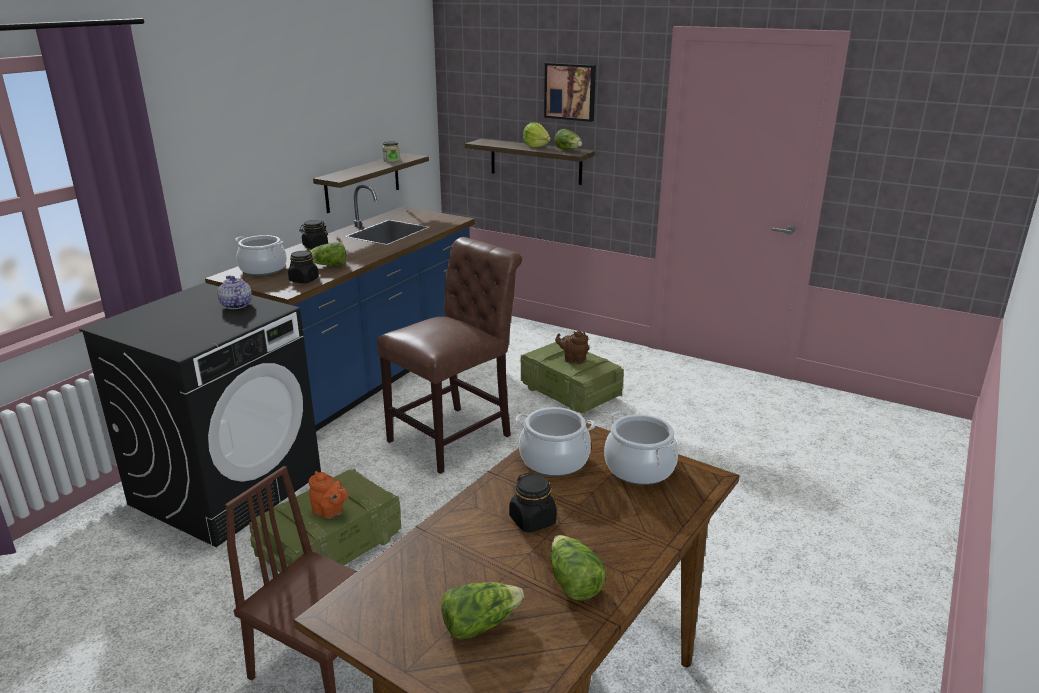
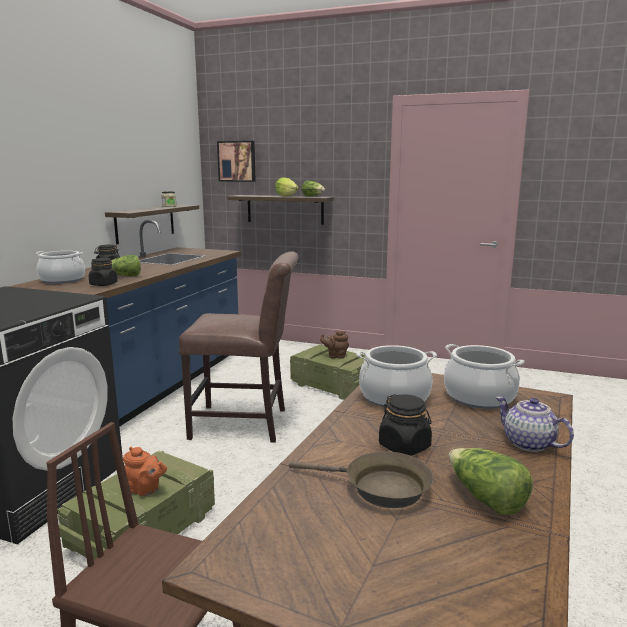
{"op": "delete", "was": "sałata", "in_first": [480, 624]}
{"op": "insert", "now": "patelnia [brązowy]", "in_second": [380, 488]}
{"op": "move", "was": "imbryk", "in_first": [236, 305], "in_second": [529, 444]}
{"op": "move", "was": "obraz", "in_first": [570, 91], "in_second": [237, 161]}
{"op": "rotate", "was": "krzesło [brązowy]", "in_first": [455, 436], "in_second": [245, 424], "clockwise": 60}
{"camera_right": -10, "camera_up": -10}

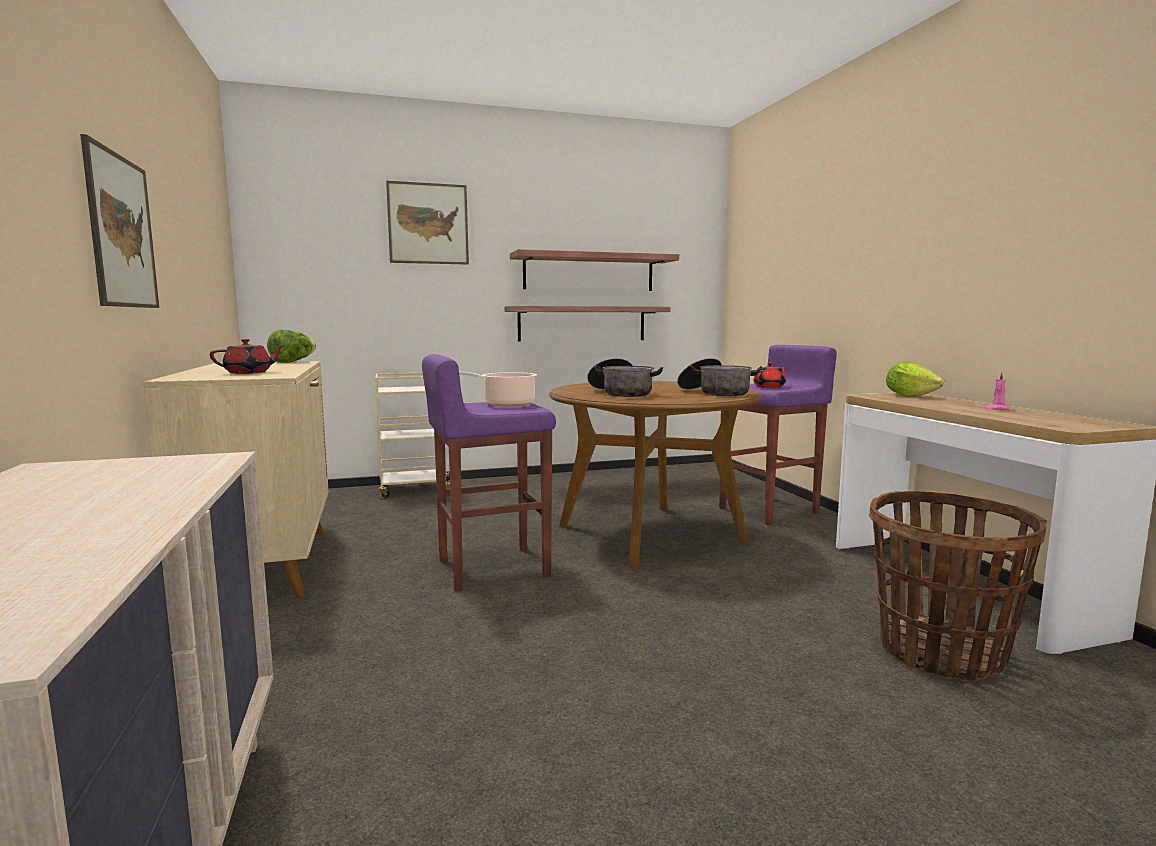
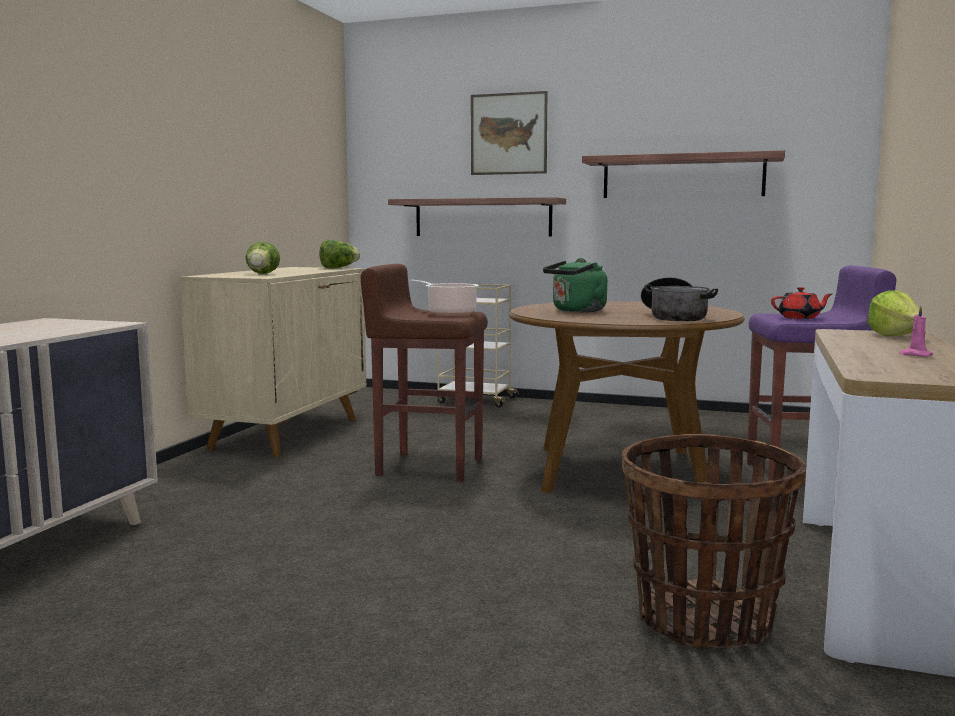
{"op": "delete", "was": "obraz", "in_first": [122, 232]}
{"op": "move", "was": "półka", "in_first": [582, 323], "in_second": [482, 217]}
{"op": "replace", "was": "imbryk [czerwony]", "now": "sałata", "in_first": [249, 373], "in_second": [262, 274]}
{"op": "replace", "was": "garnek", "now": "czajnik [zielony]", "in_first": [621, 393], "in_second": [576, 311]}
{"op": "recolor", "was": "stołek [fioletowy]", "now": "stołek [brązowy]", "in_first": [490, 567], "in_second": [428, 466]}
{"camera_right": 35, "camera_up": 0}

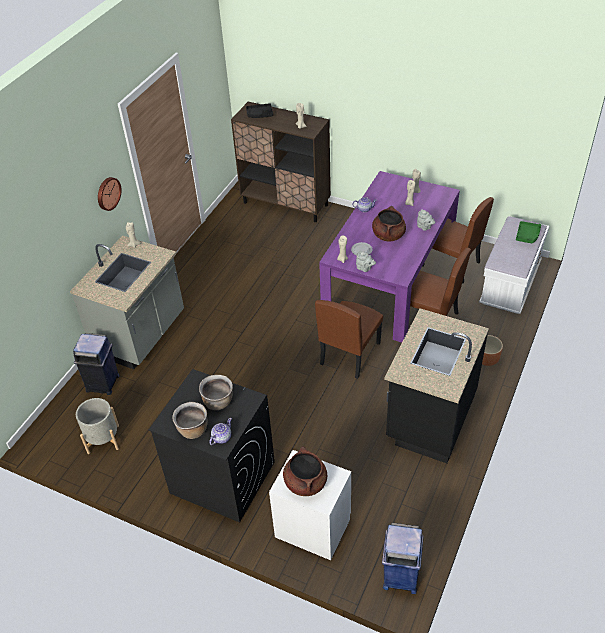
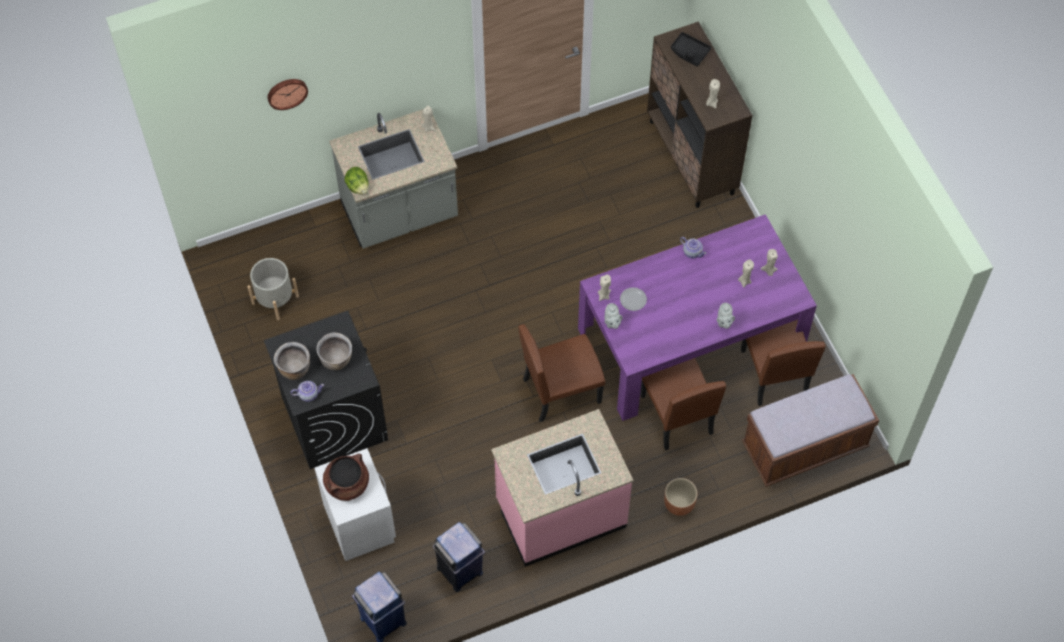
{"op": "delete", "was": "garnek [brązowy]", "in_first": [388, 235]}
{"op": "delete", "was": "taca [zielony]", "in_first": [527, 235]}
{"op": "insert", "now": "sałata", "in_second": [358, 187]}
{"op": "move", "was": "kosz na śmieci [niebieski]", "in_first": [103, 383], "in_second": [460, 571]}
{"op": "move", "was": "zegar ścienny", "in_first": [108, 193], "in_second": [287, 92]}
{"op": "recolor", "was": "zabudowa kuchenna [czarny]", "now": "zabudowa kuchenna [różowy]", "in_first": [429, 416], "in_second": [560, 513]}
{"op": "recolor", "was": "ławka [biały]", "now": "ławka [brązowy]", "in_first": [510, 284], "in_second": [804, 447]}
{"camera_right": 40, "camera_up": 15}

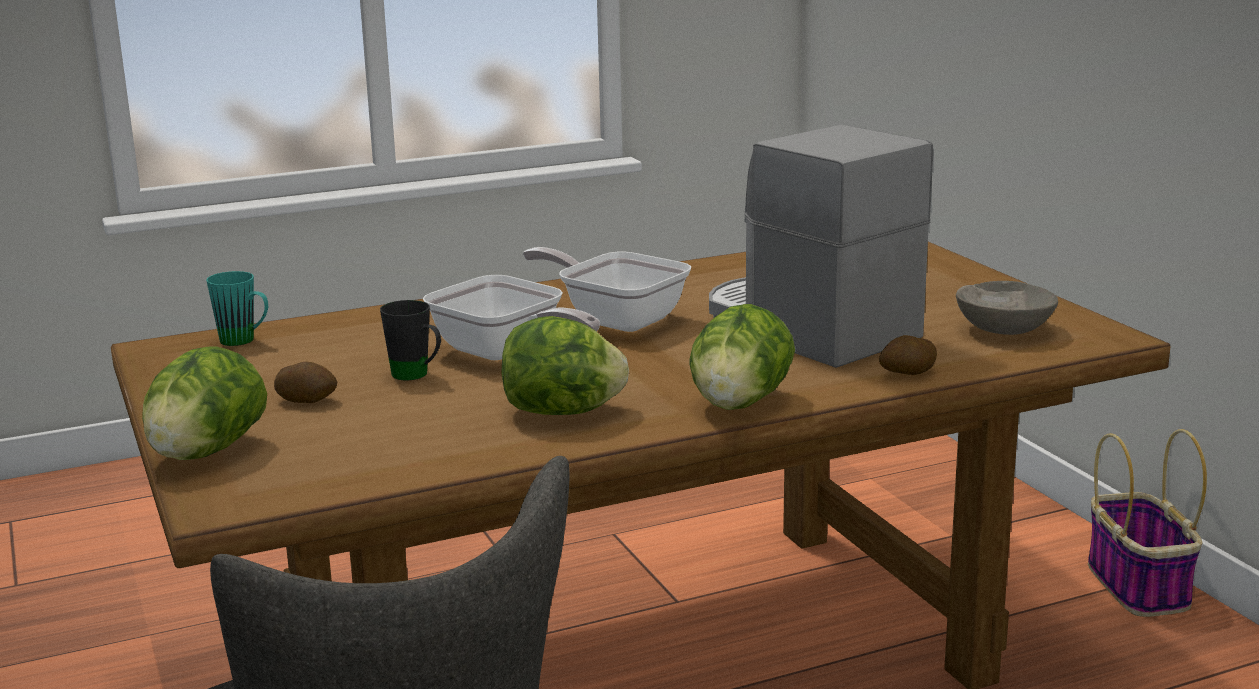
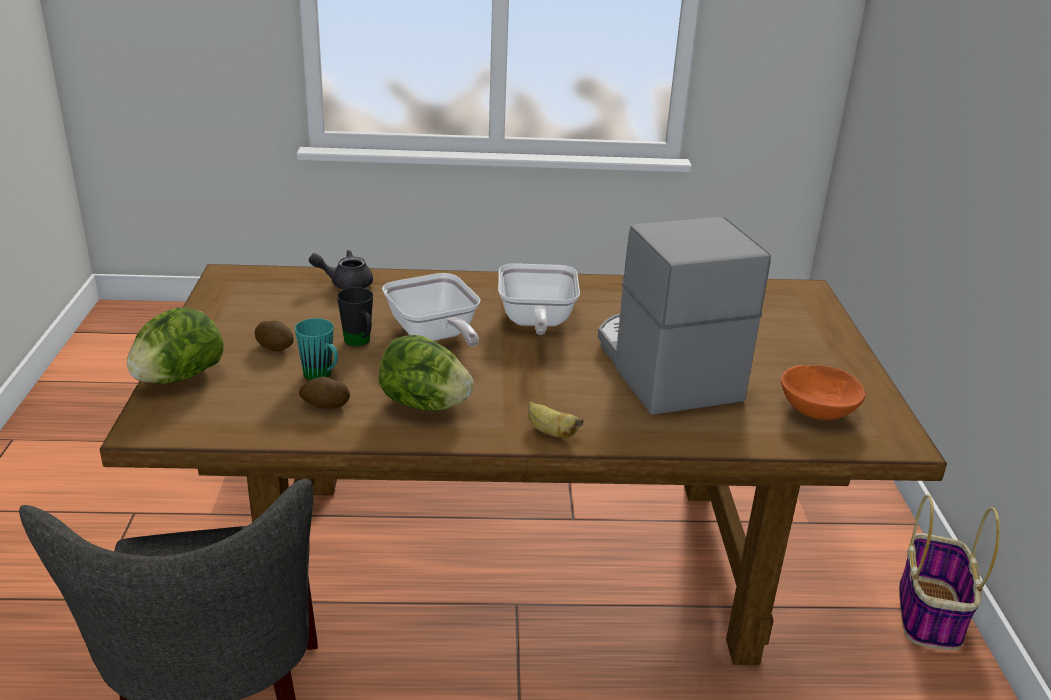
{"op": "insert", "now": "imbryk [szary]", "in_second": [345, 283]}
{"op": "move", "was": "kubek [turkusowy]", "in_first": [245, 341], "in_second": [322, 377]}
{"op": "move", "was": "ziemniak", "in_first": [907, 373], "in_second": [325, 405]}
{"op": "replace", "was": "sałata", "now": "banan", "in_first": [740, 404], "in_second": [550, 432]}
{"op": "recolor", "was": "miska [szary]", "now": "miska [pomarańczowy]", "in_first": [1002, 330], "in_second": [816, 410]}
{"op": "rotate", "was": "patelnia", "in_first": [615, 319], "in_second": [535, 322], "clockwise": -150}
{"camera_right": 20, "camera_up": 10}

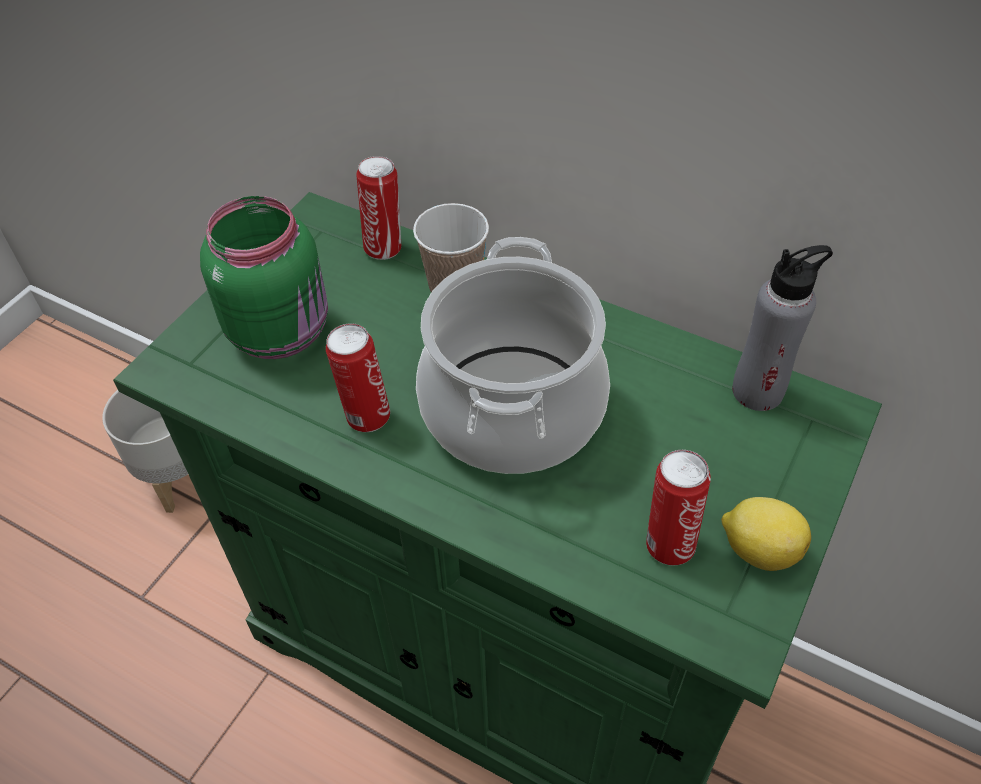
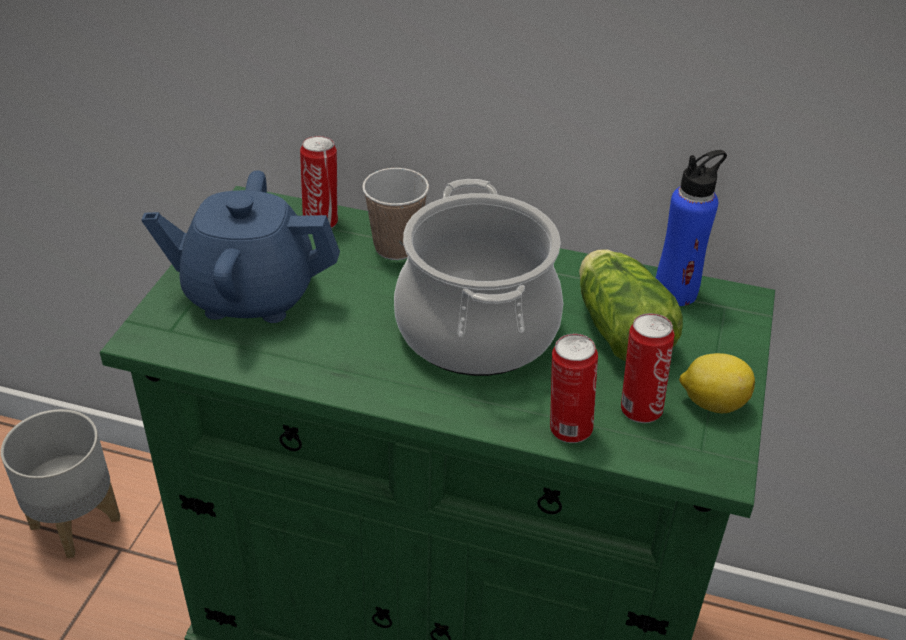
{"op": "insert", "now": "sałata", "in_second": [618, 327]}
{"op": "move", "was": "puszka", "in_first": [365, 416], "in_second": [567, 429]}
{"op": "replace", "was": "słoik [zielony]", "now": "imbryk [niebieski]", "in_first": [282, 330], "in_second": [250, 294]}
{"op": "recolor", "was": "butelka [szary]", "now": "butelka [niebieski]", "in_first": [758, 391], "in_second": [675, 292]}
{"camera_right": -15, "camera_up": -10}

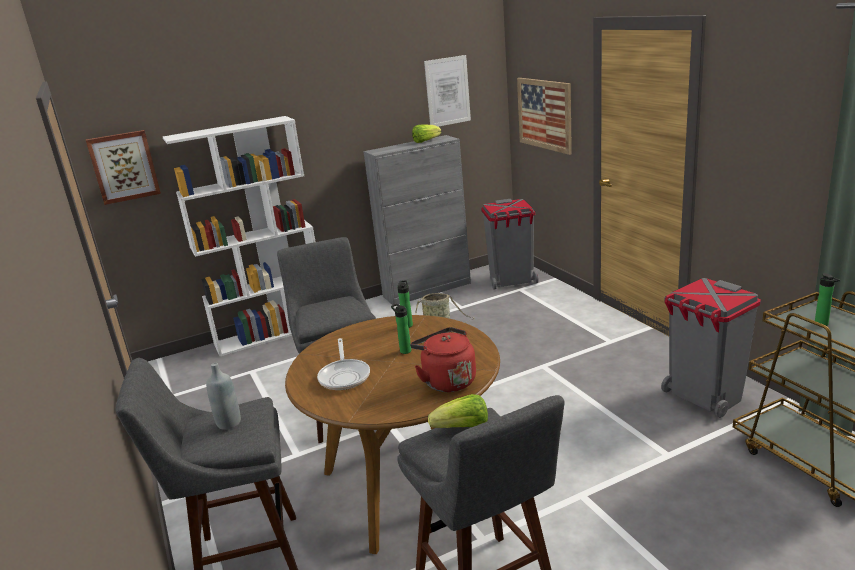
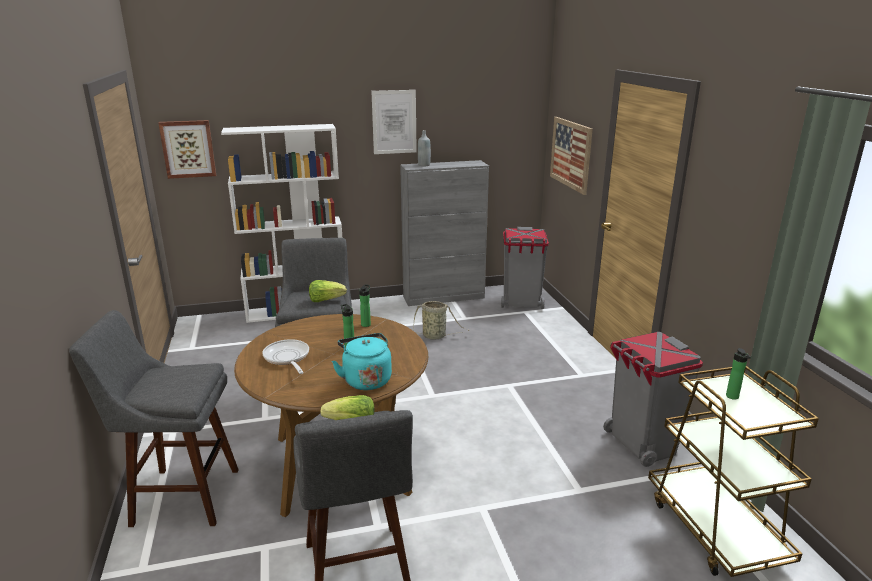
{"op": "move", "was": "butelka [szary]", "in_first": [229, 423], "in_second": [424, 165]}
{"op": "move", "was": "sałata", "in_first": [425, 141], "in_second": [325, 300]}
{"op": "move", "was": "obraz", "in_first": [447, 91], "in_second": [394, 122]}
{"op": "recolor", "was": "czajnik [czerwony]", "now": "czajnik [turkusowy]", "in_first": [447, 380], "in_second": [366, 379]}
{"op": "rotate", "was": "patelnia", "in_first": [344, 376], "in_second": [287, 358], "clockwise": 150}
{"camera_right": 10, "camera_up": 0}

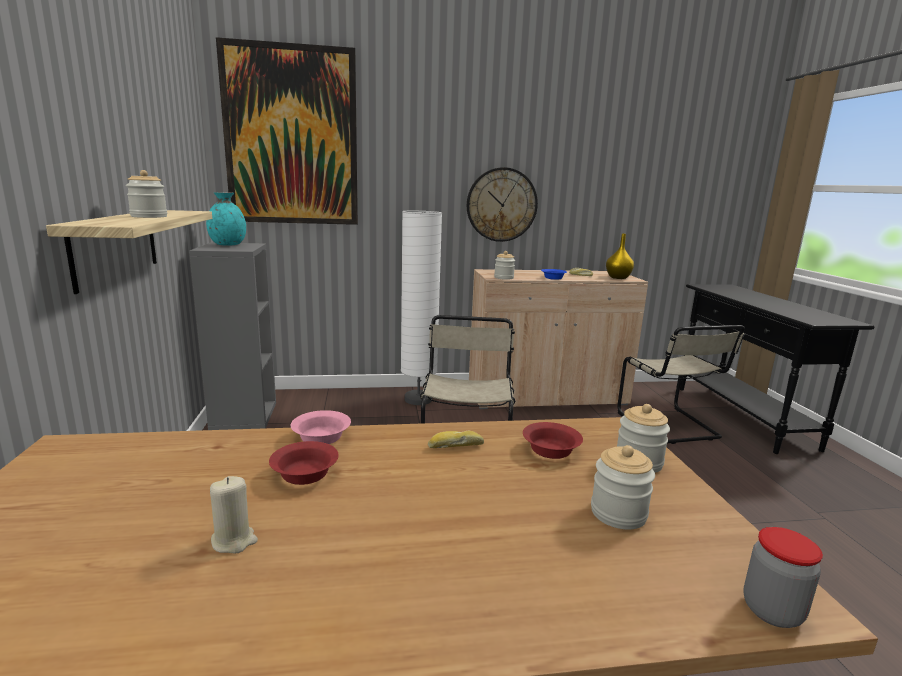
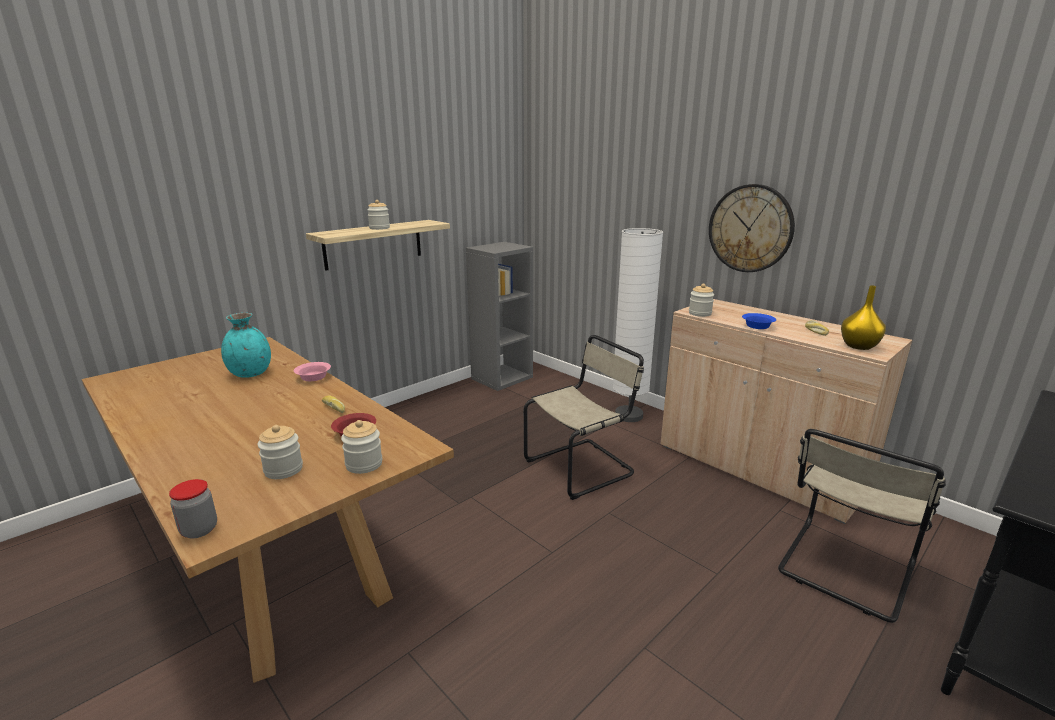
{"op": "delete", "was": "świeca [beżowy]", "in_first": [234, 540]}
{"op": "delete", "was": "obraz", "in_first": [291, 137]}
{"op": "delete", "was": "miska [czerwony]", "in_first": [306, 473]}
{"op": "move", "was": "wazon [turkusowy]", "in_first": [228, 244], "in_second": [251, 373]}
{"camera_right": 55, "camera_up": 5}

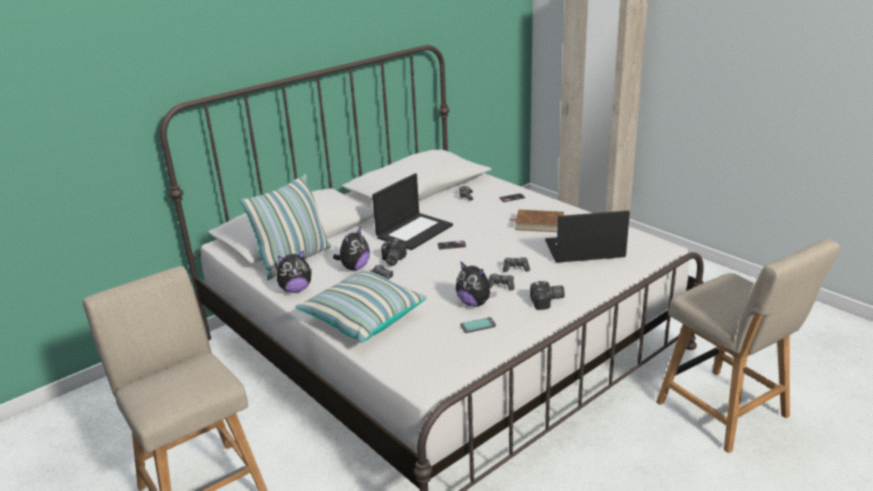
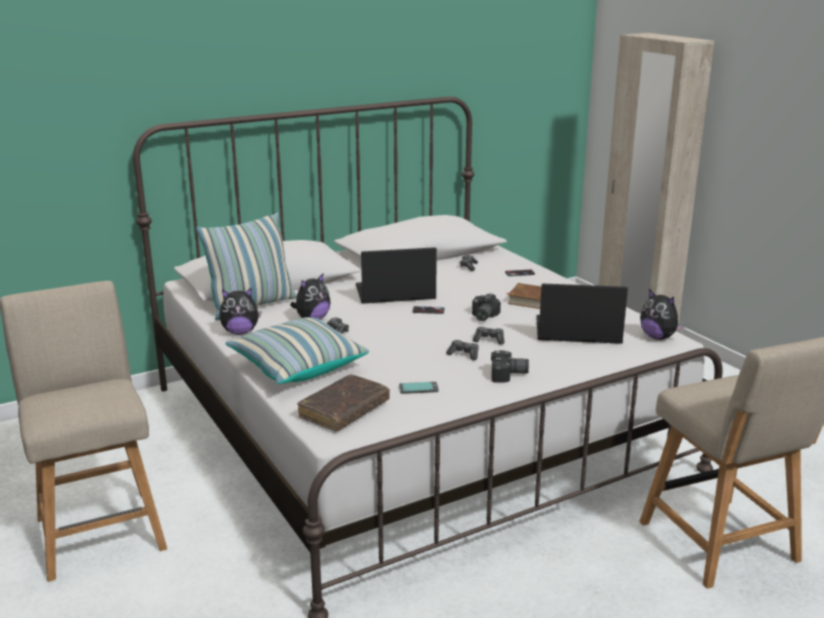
{"op": "insert", "now": "książka [brązowy]", "in_second": [344, 411]}
{"op": "move", "was": "aparat fotograficzny", "in_first": [391, 260], "in_second": [482, 316]}
{"op": "move", "was": "pluszak", "in_first": [474, 303], "in_second": [658, 337]}
{"op": "rotate", "was": "laptop", "in_first": [414, 231], "in_second": [394, 293], "clockwise": -150}
{"camera_right": 10, "camera_up": -5}

